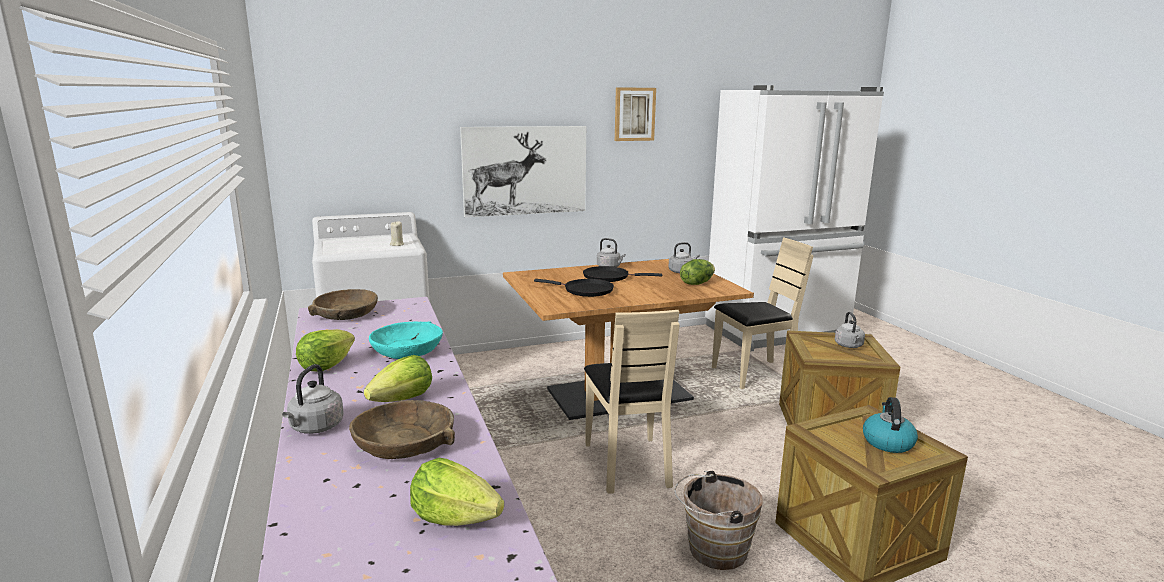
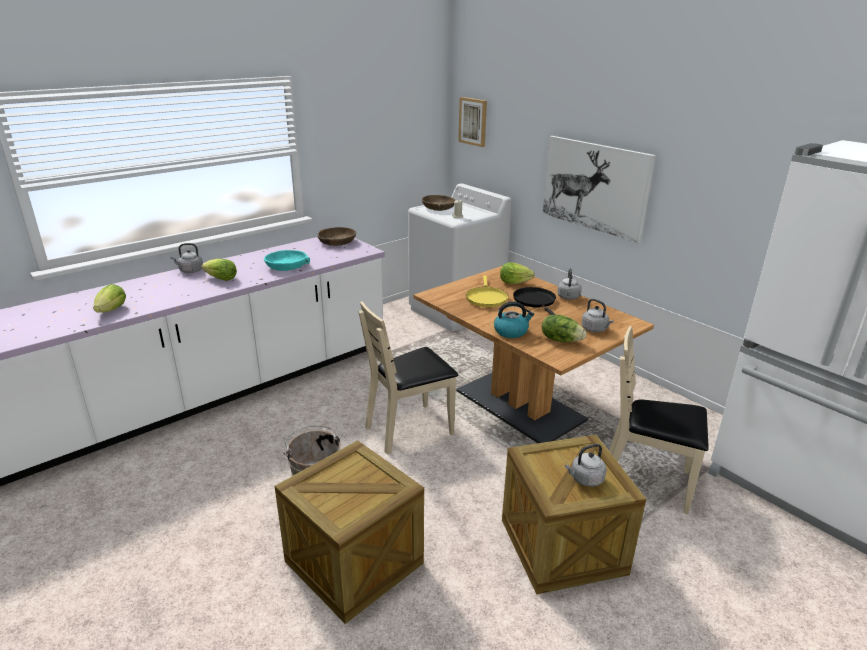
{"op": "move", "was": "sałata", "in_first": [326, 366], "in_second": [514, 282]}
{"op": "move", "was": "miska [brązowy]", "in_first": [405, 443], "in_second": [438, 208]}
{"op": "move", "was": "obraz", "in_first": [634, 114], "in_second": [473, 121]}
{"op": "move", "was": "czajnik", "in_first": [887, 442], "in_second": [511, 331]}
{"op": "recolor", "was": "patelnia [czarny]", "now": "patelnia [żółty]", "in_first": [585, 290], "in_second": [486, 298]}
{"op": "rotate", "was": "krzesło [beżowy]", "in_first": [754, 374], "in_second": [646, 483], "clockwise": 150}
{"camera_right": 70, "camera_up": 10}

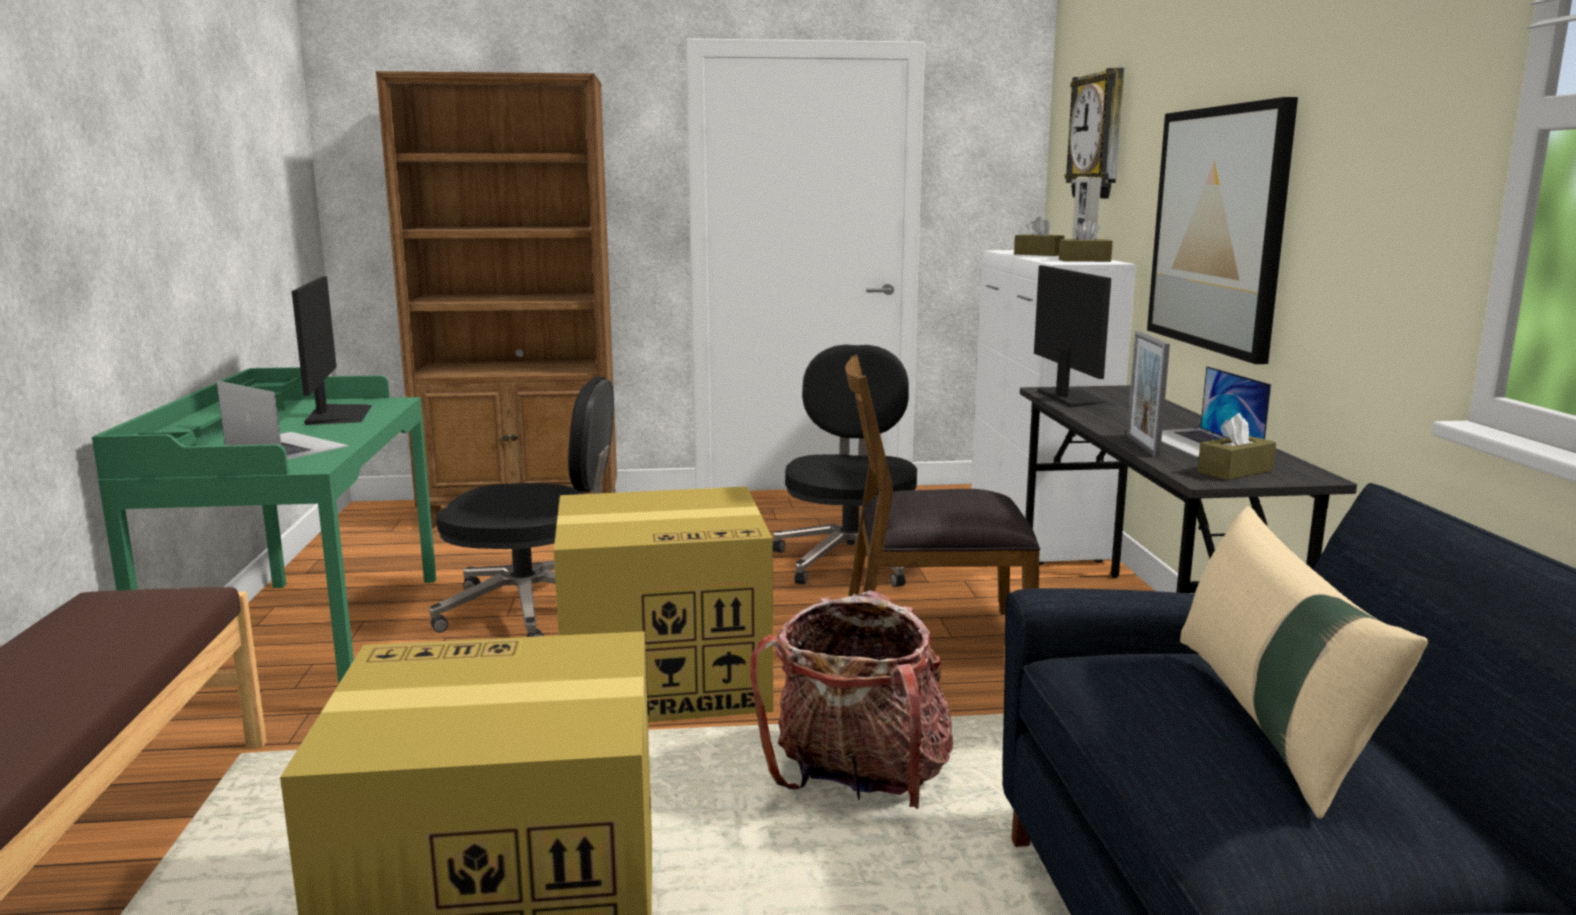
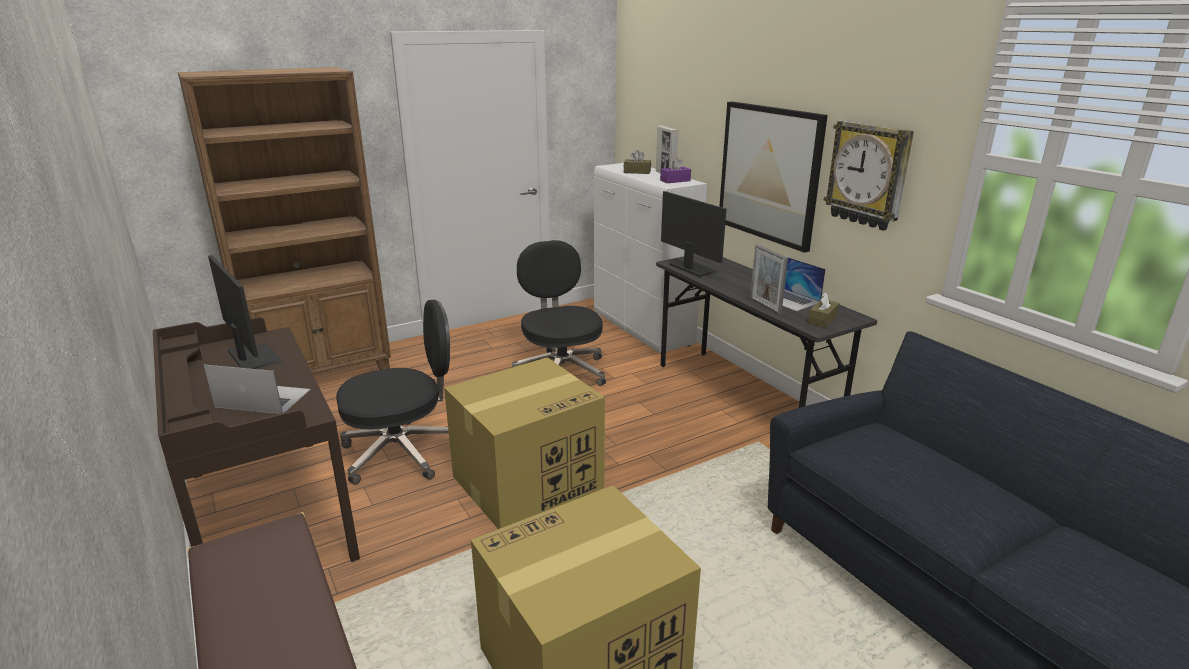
{"op": "delete", "was": "plecak", "in_first": [859, 781]}
{"op": "delete", "was": "krzesło [brązowy]", "in_first": [933, 639]}
{"op": "delete", "was": "poduszka [beżowy]", "in_first": [1271, 720]}
{"op": "move", "was": "zegar ścienny", "in_first": [1099, 136], "in_second": [868, 175]}
{"op": "recolor", "was": "biurko [zielony]", "now": "biurko [brązowy]", "in_first": [307, 640], "in_second": [267, 513]}
{"op": "recolor", "was": "pudełko chusteczek [brązowy]", "now": "pudełko chusteczek [fioletowy]", "in_first": [1084, 260], "in_second": [675, 180]}
{"camera_right": -25, "camera_up": 10}

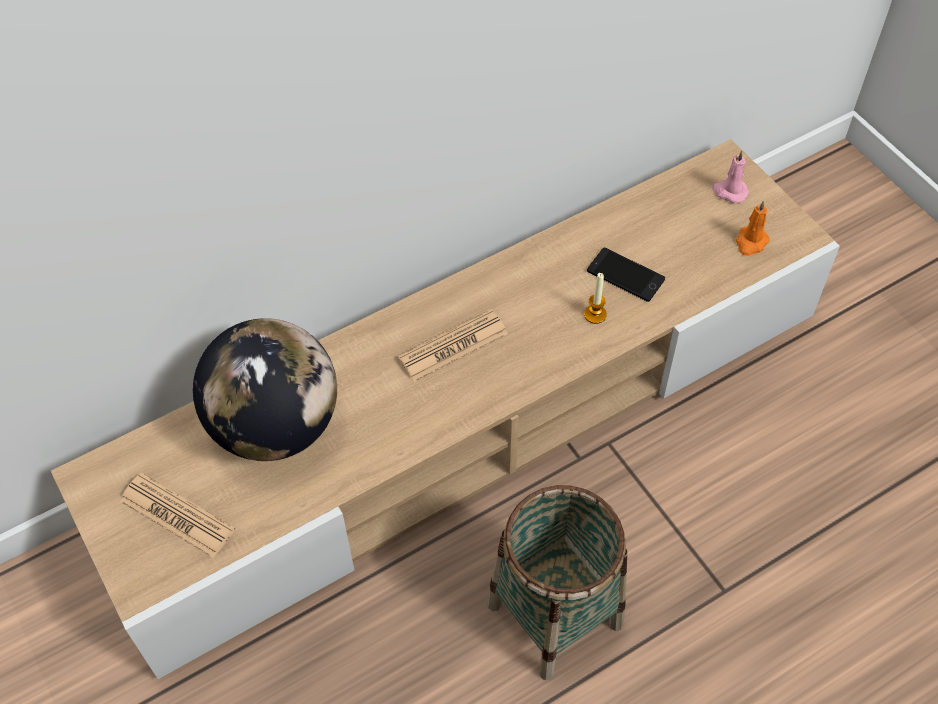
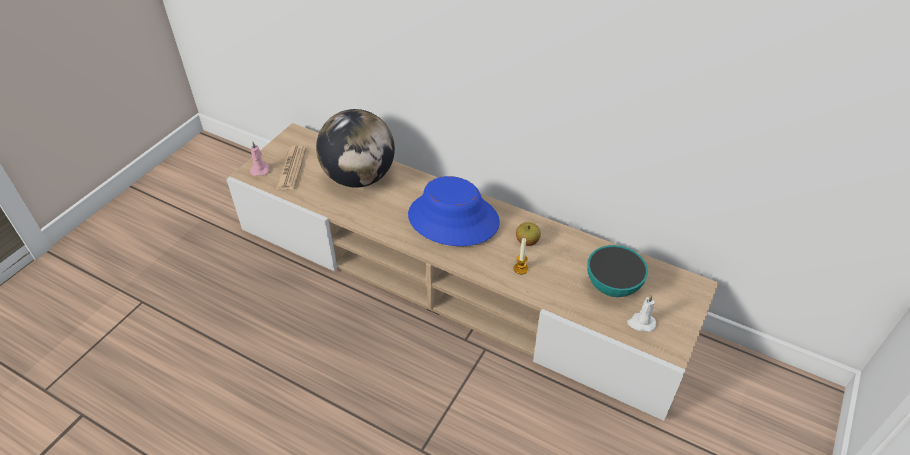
{"op": "delete", "was": "koszyk", "in_first": [554, 614]}
{"op": "delete", "was": "telefon", "in_first": [625, 275]}
{"op": "insert", "now": "jabłko", "in_second": [527, 241]}
{"op": "insert", "now": "miska", "in_second": [612, 286]}
{"op": "move", "was": "świeca [różowy]", "in_first": [729, 191], "in_second": [260, 169]}
{"op": "replace", "was": "gazeta", "now": "kapelusz [niebieski]", "in_first": [453, 346], "in_second": [453, 219]}
{"op": "recolor", "was": "świeca [pomarańczowy]", "now": "świeca [biały]", "in_first": [751, 242], "in_second": [641, 323]}
{"camera_right": 60, "camera_up": -10}

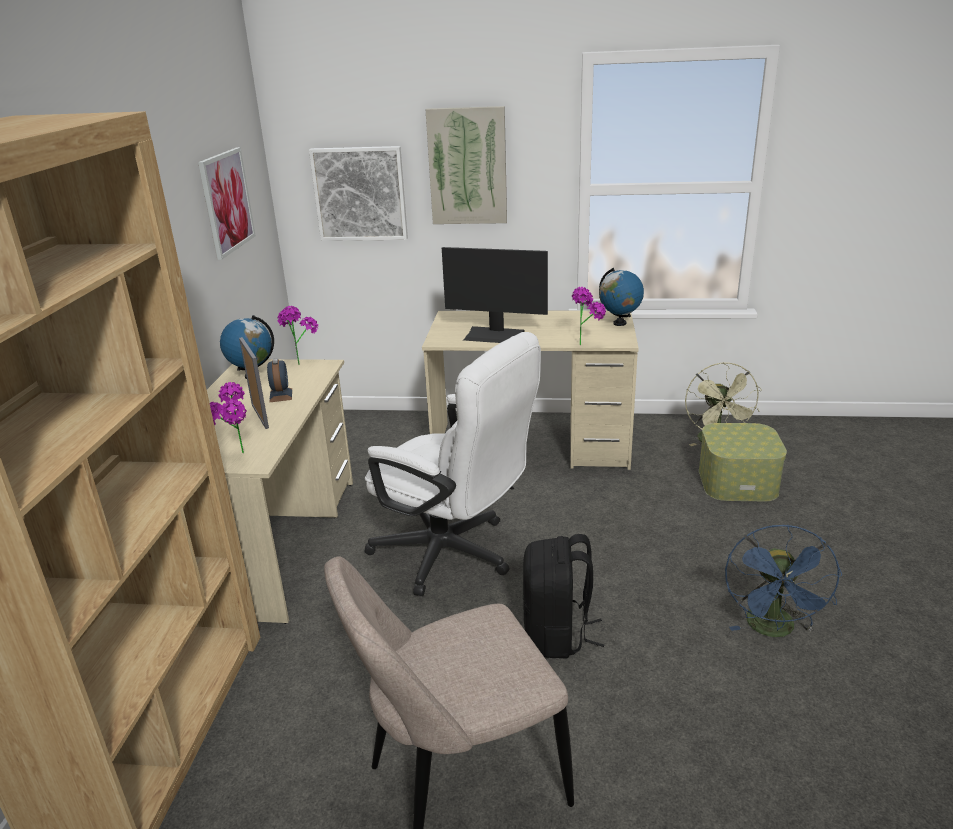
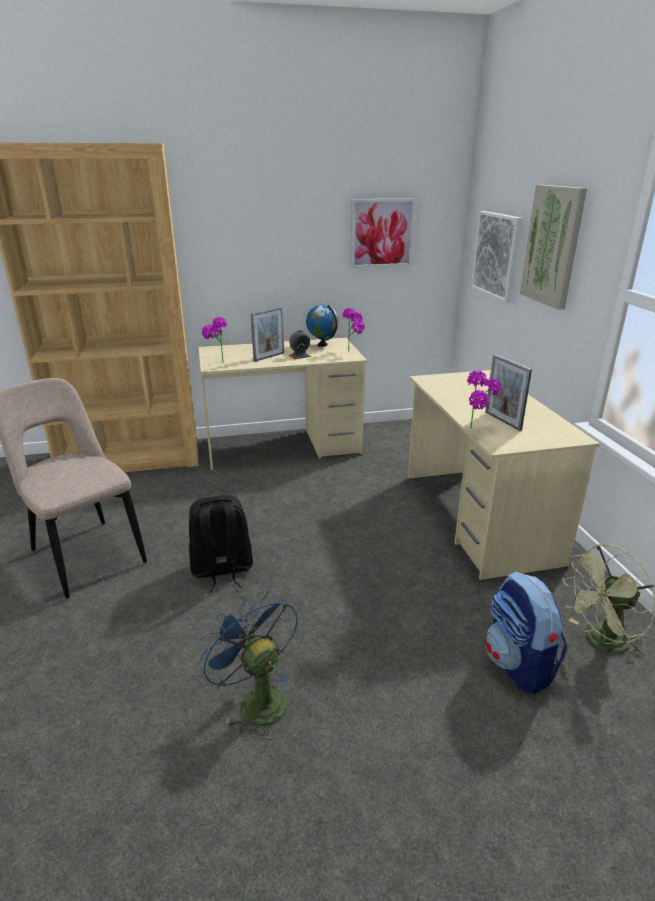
{"op": "delete", "was": "krzesło biurowe [biały]", "in_first": [454, 555]}
{"op": "delete", "was": "monitor", "in_first": [494, 335]}
{"op": "delete", "was": "globus", "in_first": [619, 323]}
{"op": "insert", "now": "ramka na zdjęcie", "in_second": [502, 421]}
{"op": "replace", "was": "pojemnik do przechowywania", "now": "plecak", "in_first": [737, 481], "in_second": [518, 665]}
{"op": "rotate", "was": "wentylator [niebieski]", "in_first": [773, 630], "in_second": [256, 700], "clockwise": 60}
{"camera_right": 70, "camera_up": 0}

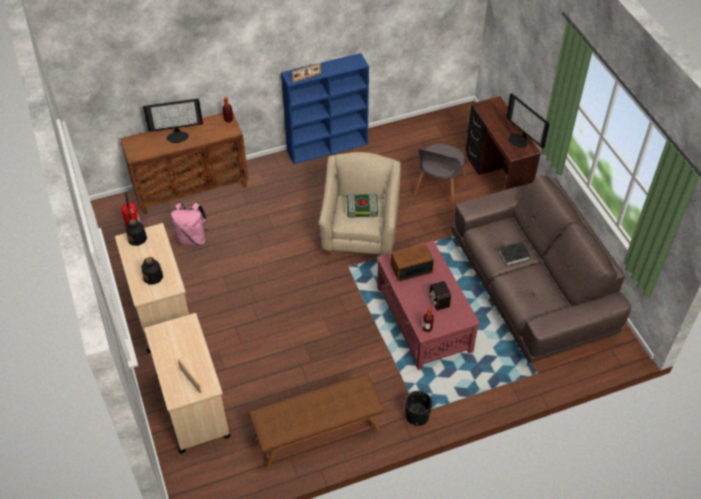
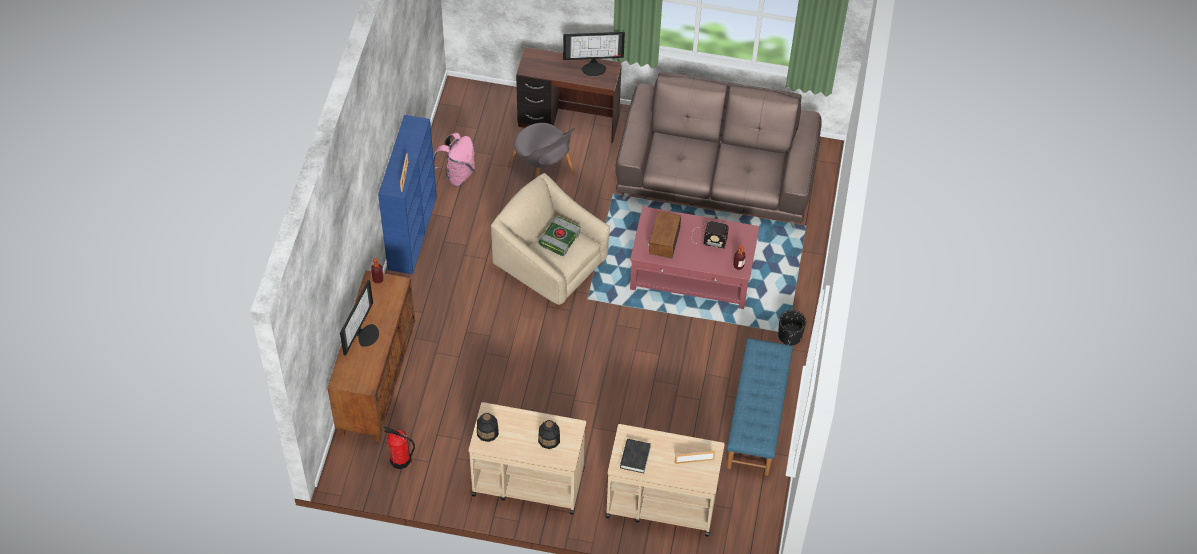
{"op": "move", "was": "plecak [różowy]", "in_first": [192, 238], "in_second": [457, 174]}
{"op": "move", "was": "książka [czarny]", "in_first": [513, 255], "in_second": [635, 457]}
{"op": "recolor", "was": "ławka [brązowy]", "now": "ławka [niebieski]", "in_first": [317, 433], "in_second": [757, 419]}
{"camera_right": -60, "camera_up": 5}

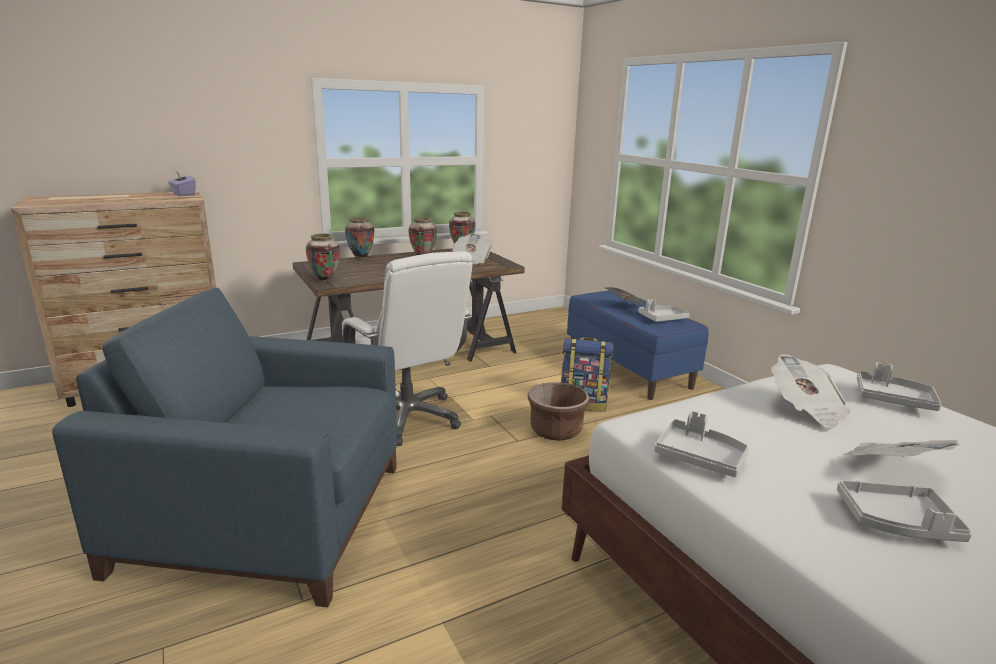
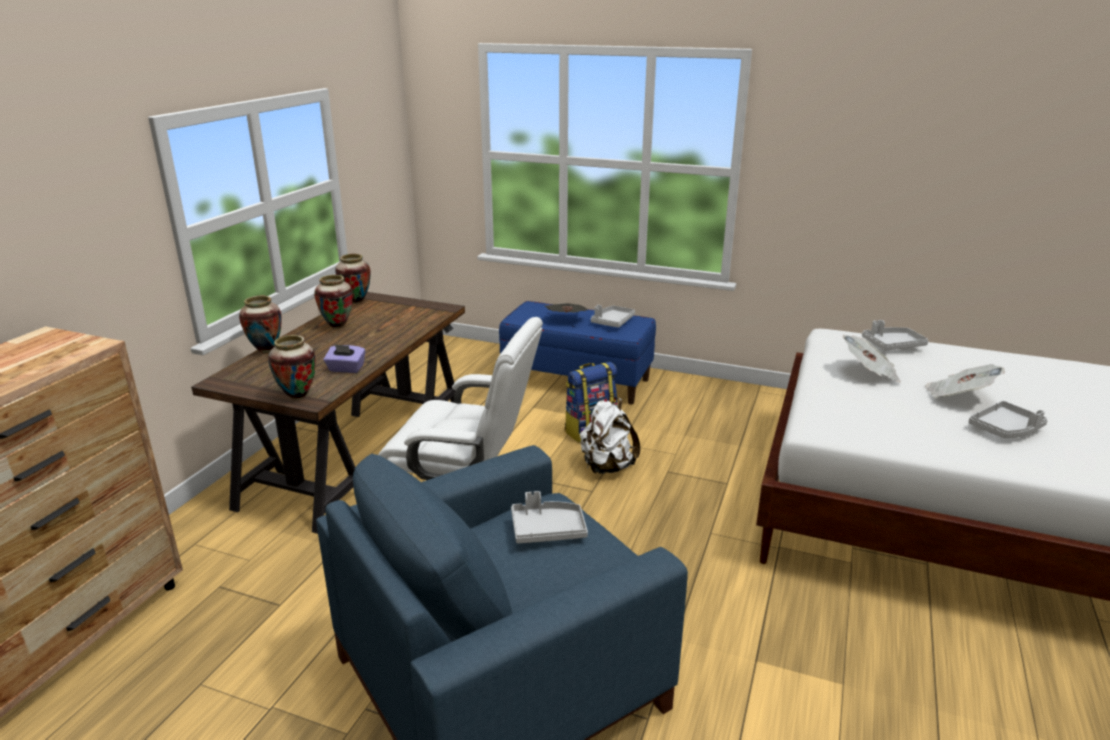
{"op": "delete", "was": "gazeta", "in_first": [471, 261]}
{"op": "move", "was": "pudełko chusteczek [fioletowy]", "in_first": [183, 194], "in_second": [346, 369]}
{"op": "move", "was": "taca [szary]", "in_first": [700, 457], "in_second": [547, 530]}
{"op": "replace", "was": "donica [brązowy]", "now": "plecak [biały]", "in_first": [556, 431], "in_second": [607, 467]}
{"camera_right": -40, "camera_up": 5}

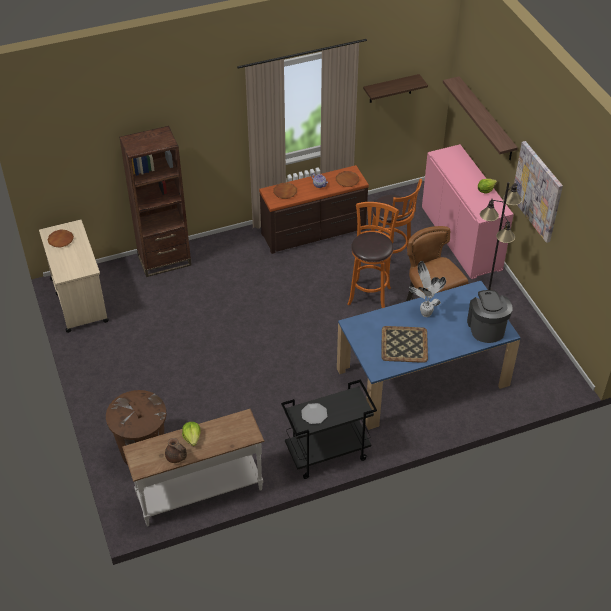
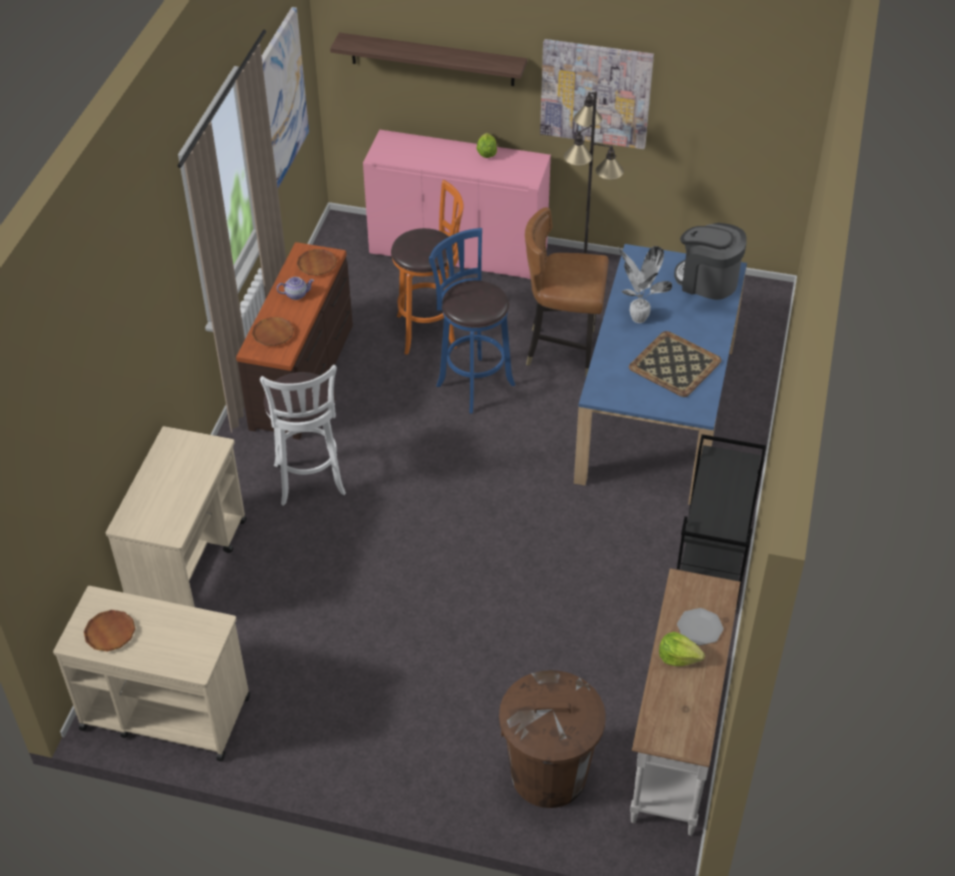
{"op": "delete", "was": "imbryk [brązowy]", "in_first": [176, 457]}
{"op": "insert", "now": "stołek [biały]", "in_second": [310, 482]}
{"op": "move", "was": "talerz", "in_first": [314, 414], "in_second": [699, 627]}
{"op": "replace", "was": "regał [brązowy]", "now": "wózek [beżowy]", "in_first": [164, 260], "in_second": [189, 564]}
{"op": "replace", "was": "półka", "now": "obraz", "in_first": [390, 89], "in_second": [280, 101]}
{"op": "recolor", "was": "stołek [pomarańczowy]", "now": "stołek [niebieski]", "in_first": [369, 294], "in_second": [472, 383]}
{"camera_right": -55, "camera_up": 0}

